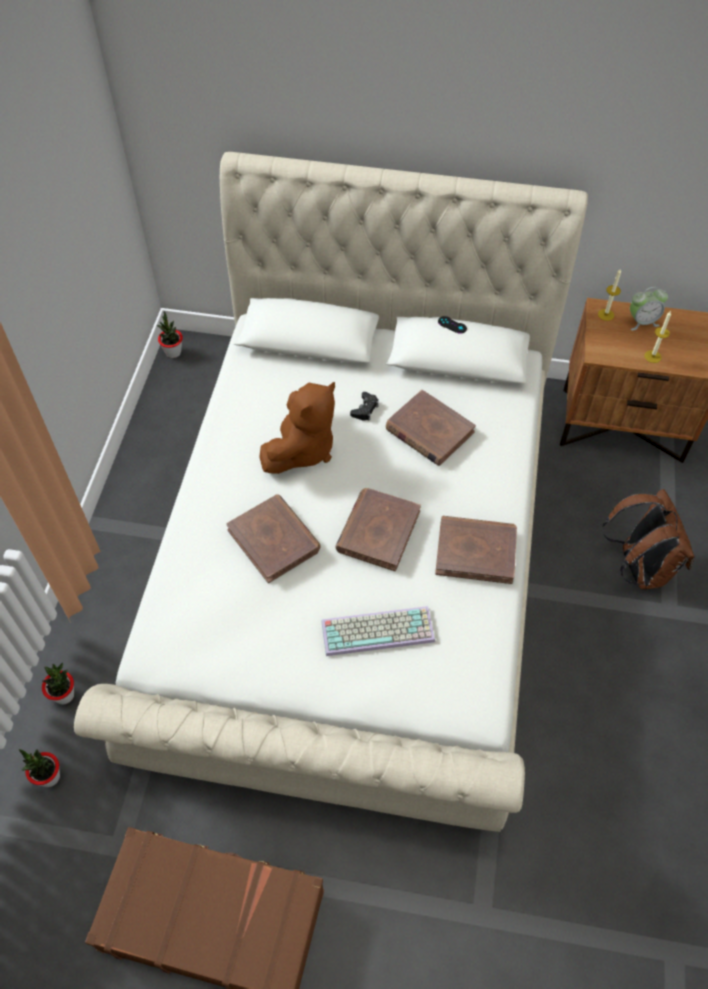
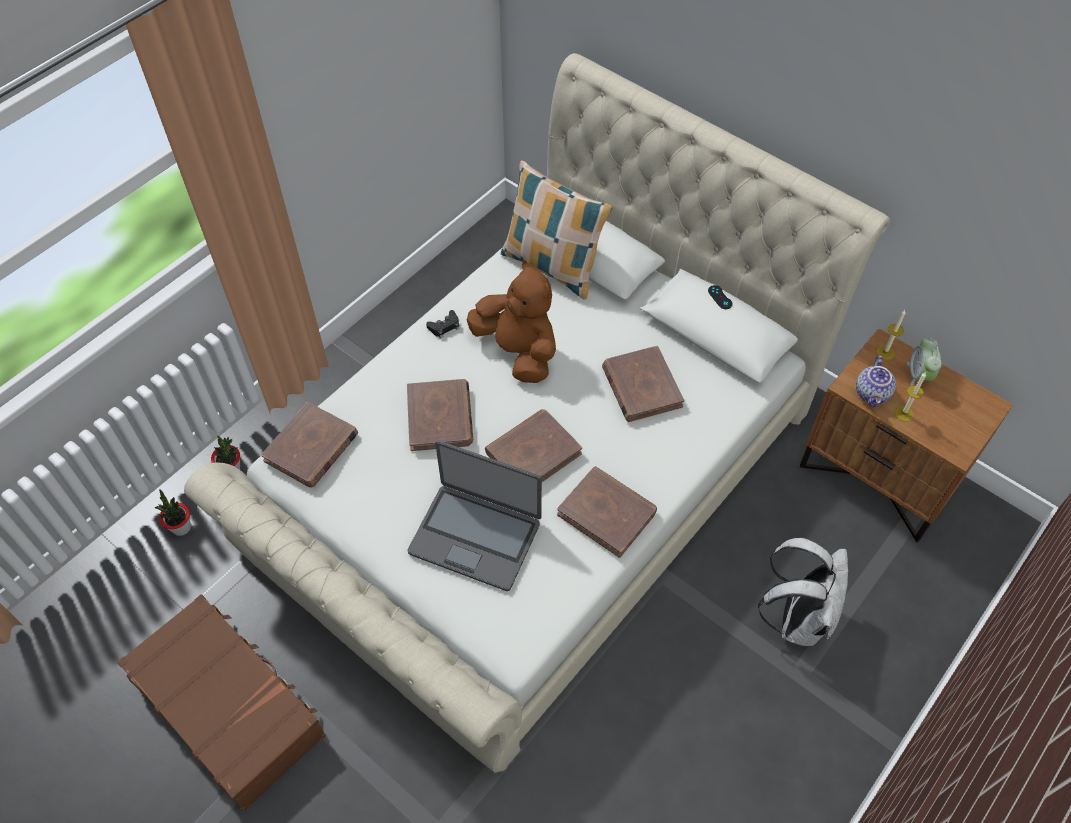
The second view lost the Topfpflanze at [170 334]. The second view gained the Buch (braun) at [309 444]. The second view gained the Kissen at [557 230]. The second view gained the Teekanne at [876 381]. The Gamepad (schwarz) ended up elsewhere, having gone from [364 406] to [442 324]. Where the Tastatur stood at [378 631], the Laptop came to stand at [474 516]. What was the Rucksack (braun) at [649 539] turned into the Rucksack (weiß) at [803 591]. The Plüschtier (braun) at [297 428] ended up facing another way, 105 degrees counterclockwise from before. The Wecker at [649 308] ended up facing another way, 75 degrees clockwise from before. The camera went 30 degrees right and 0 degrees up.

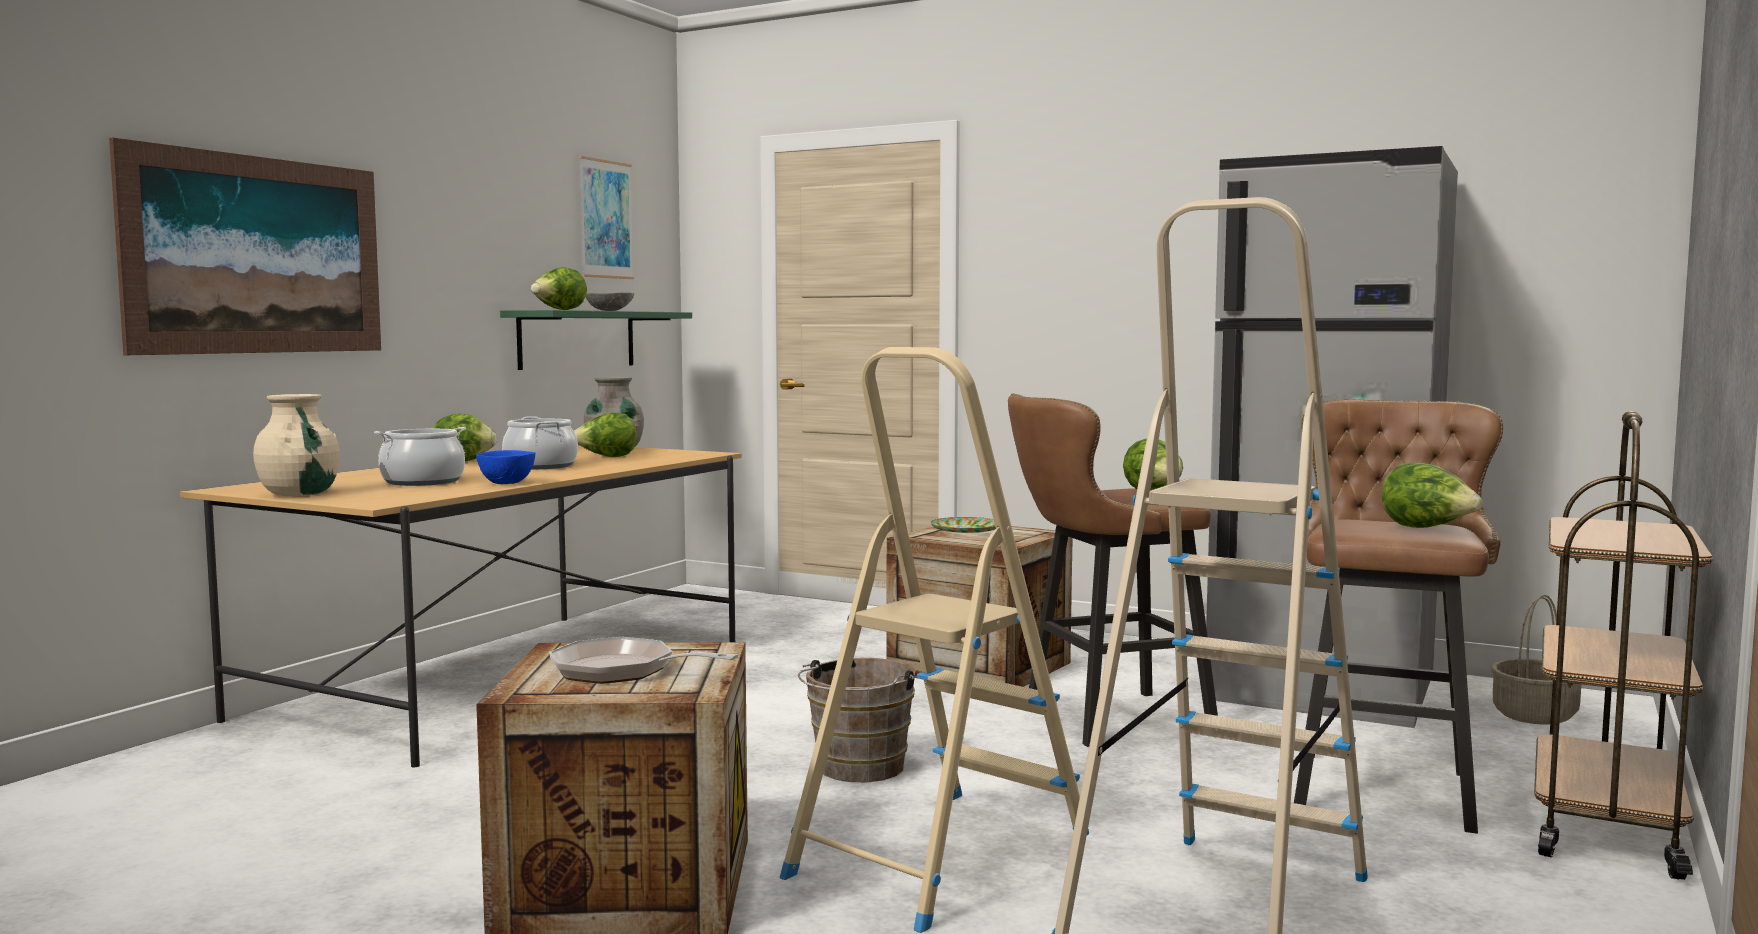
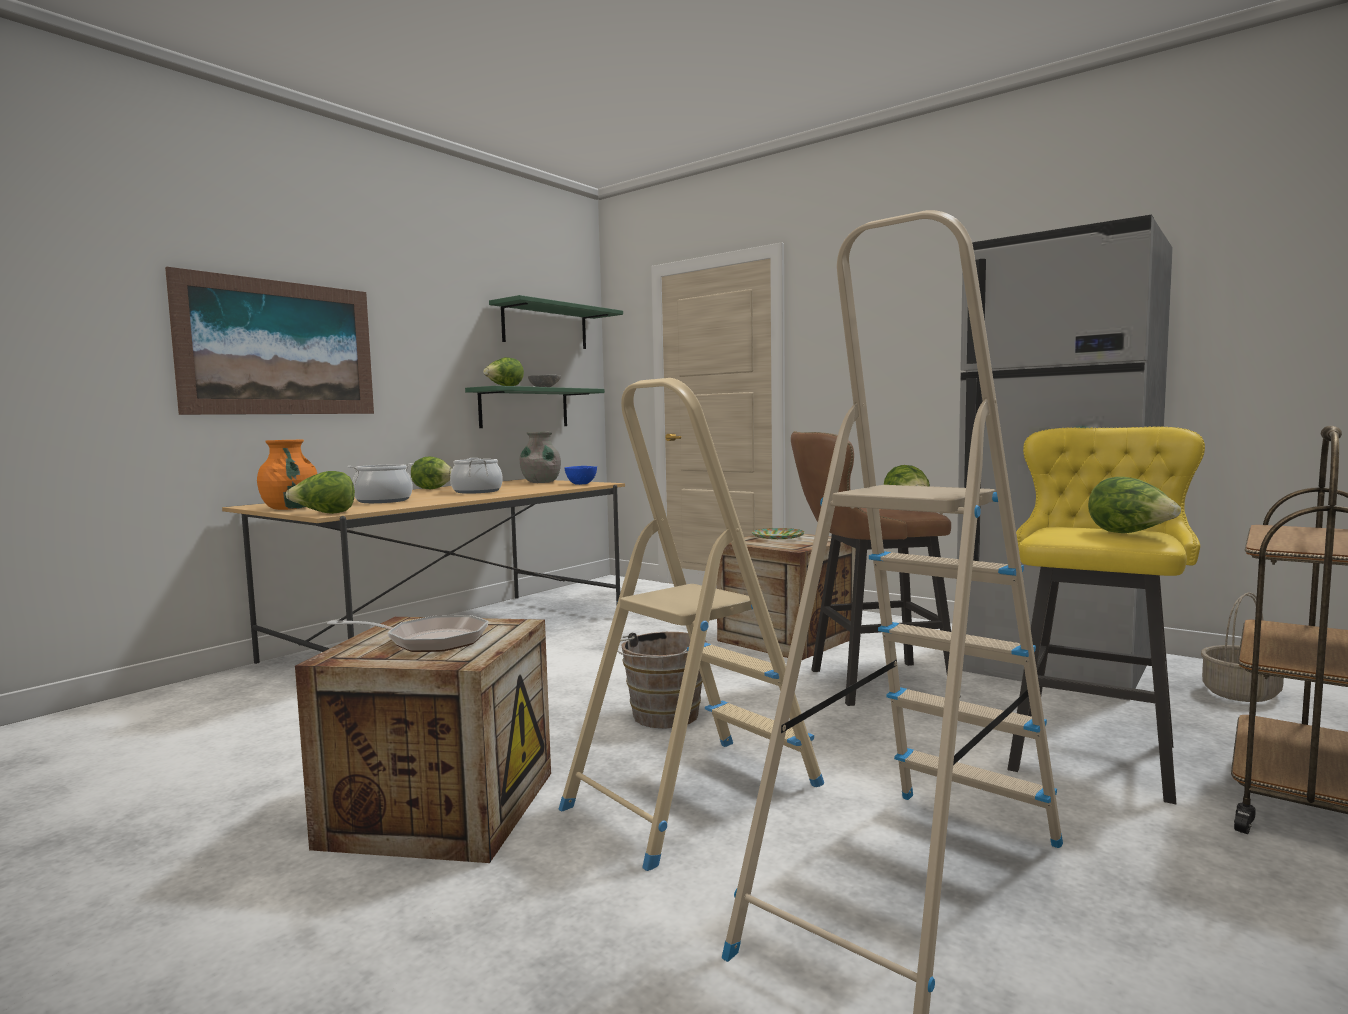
The Schüssel (blau) ended up elsewhere, having gone from [506 467] to [581 475]. The Salatkopf ended up elsewhere, having gone from [605 434] to [320 492]. Where the Bild hung at [606 217], the Wandregal (grün) came to hang at [556 322]. What was the Vase (beige) at [296 445] turned into the Vase (orange) at [287 475]. What was the Hocker (braun) at [1398 616] turned into the Hocker (gelb) at [1106 615]. The Pfanne at [643 660] ended up facing another way, 150 degrees clockwise from before. The camera went 10 degrees right and 0 degrees up.

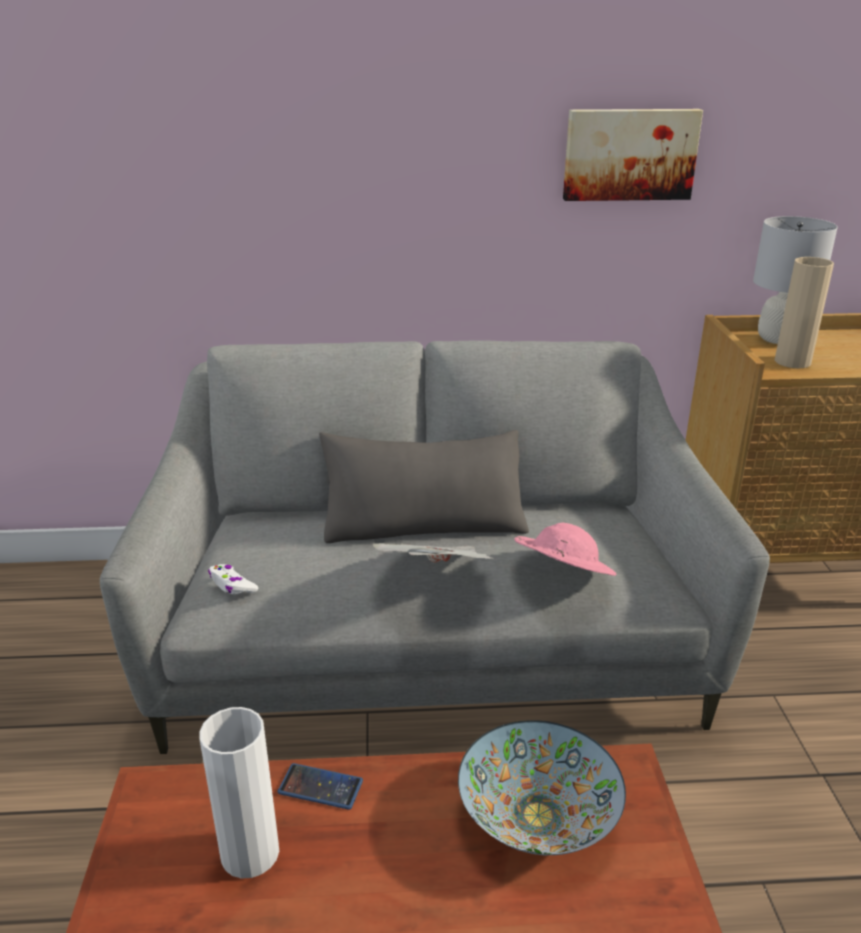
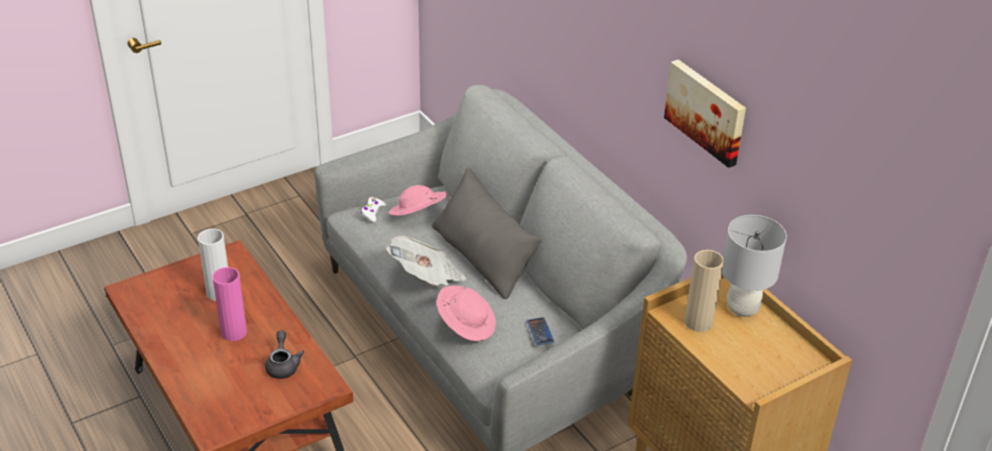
The second view gained the Vase (rosa) at [229 304]. The second view gained the Hut (rosa) at [418 200]. The Handy ended up elsewhere, having gone from [320 786] to [540 331]. Where the Schüssel stood at [542 787], the Teekanne (grau) came to stand at [284 354]. The camera went 60 degrees right and 10 degrees up.

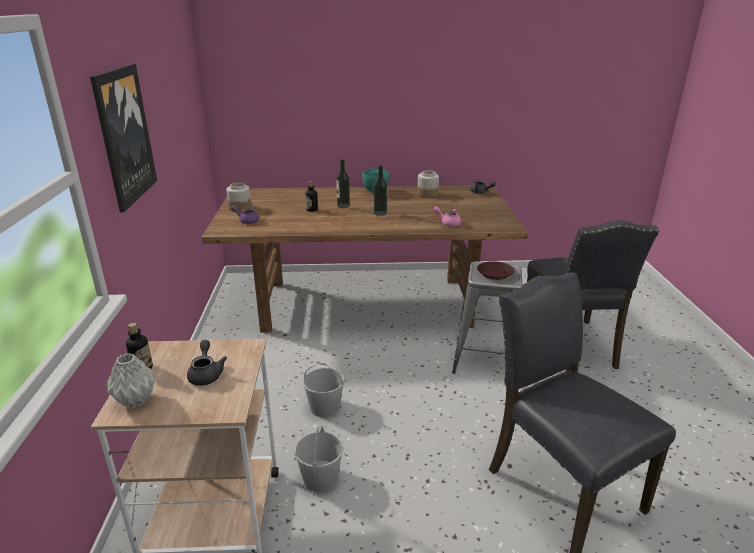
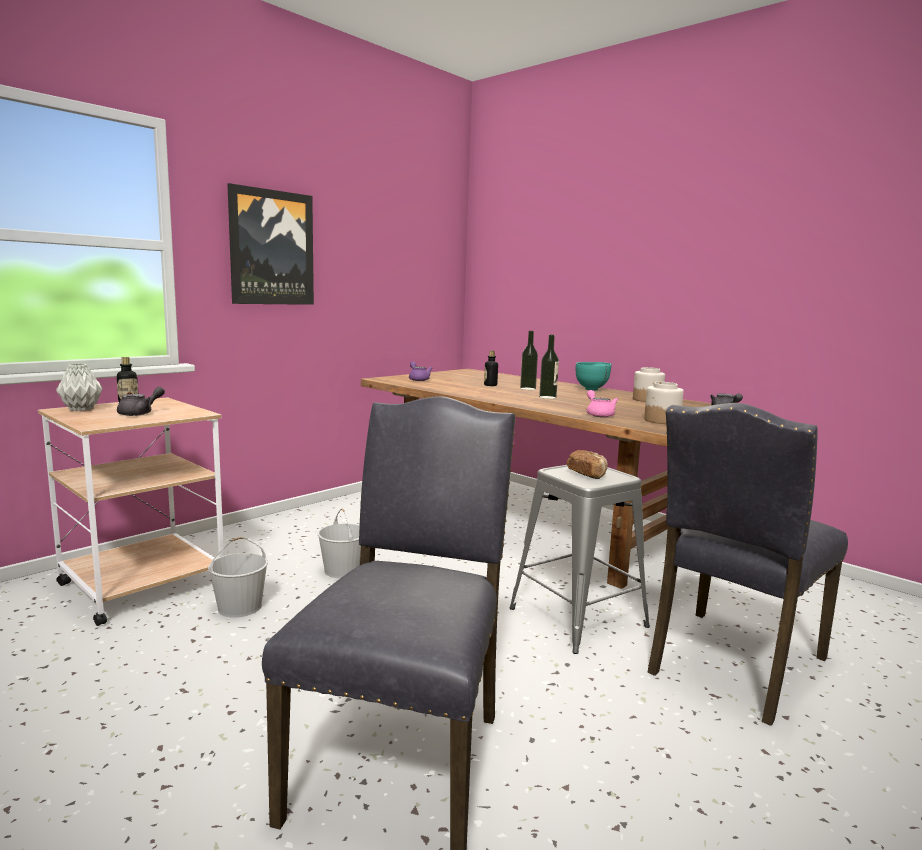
The Vorratsglas ended up elsewhere, having gone from [238 197] to [664 403]. Where the Teller (braun) stood at [496 270], the Brot came to stand at [587 464]. The camera went 45 degrees right and 15 degrees down.

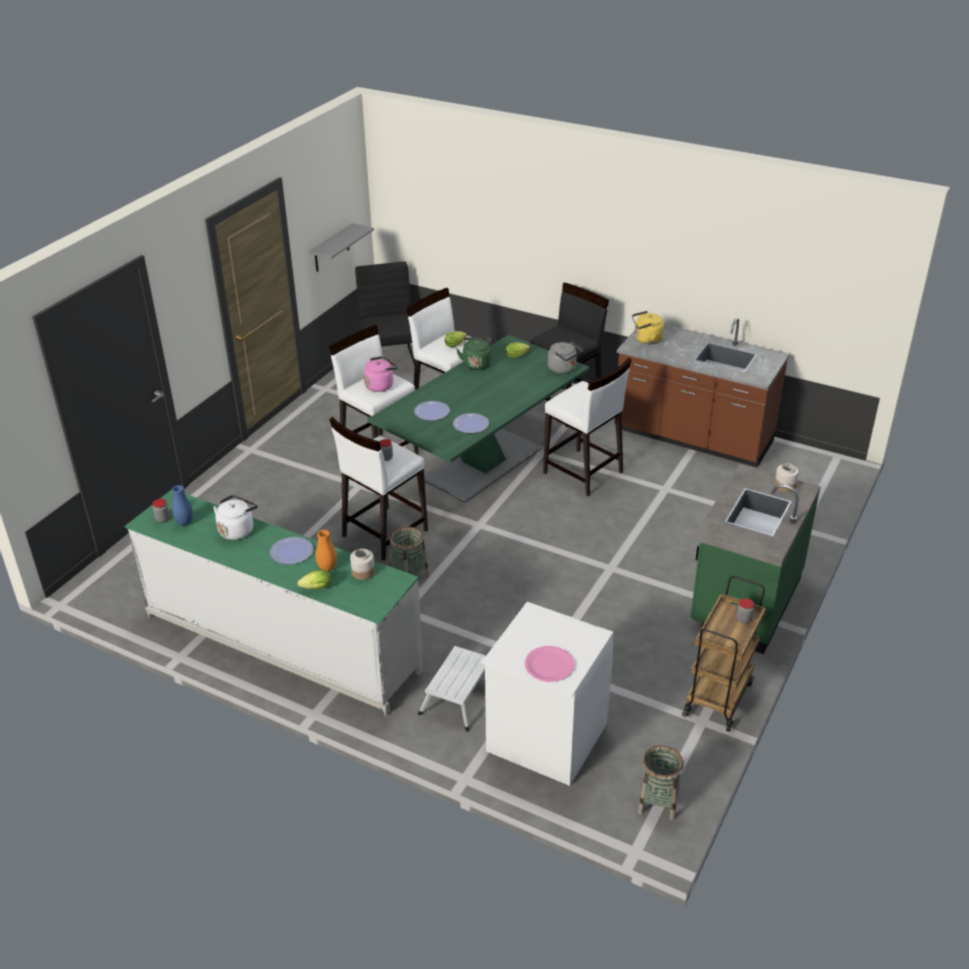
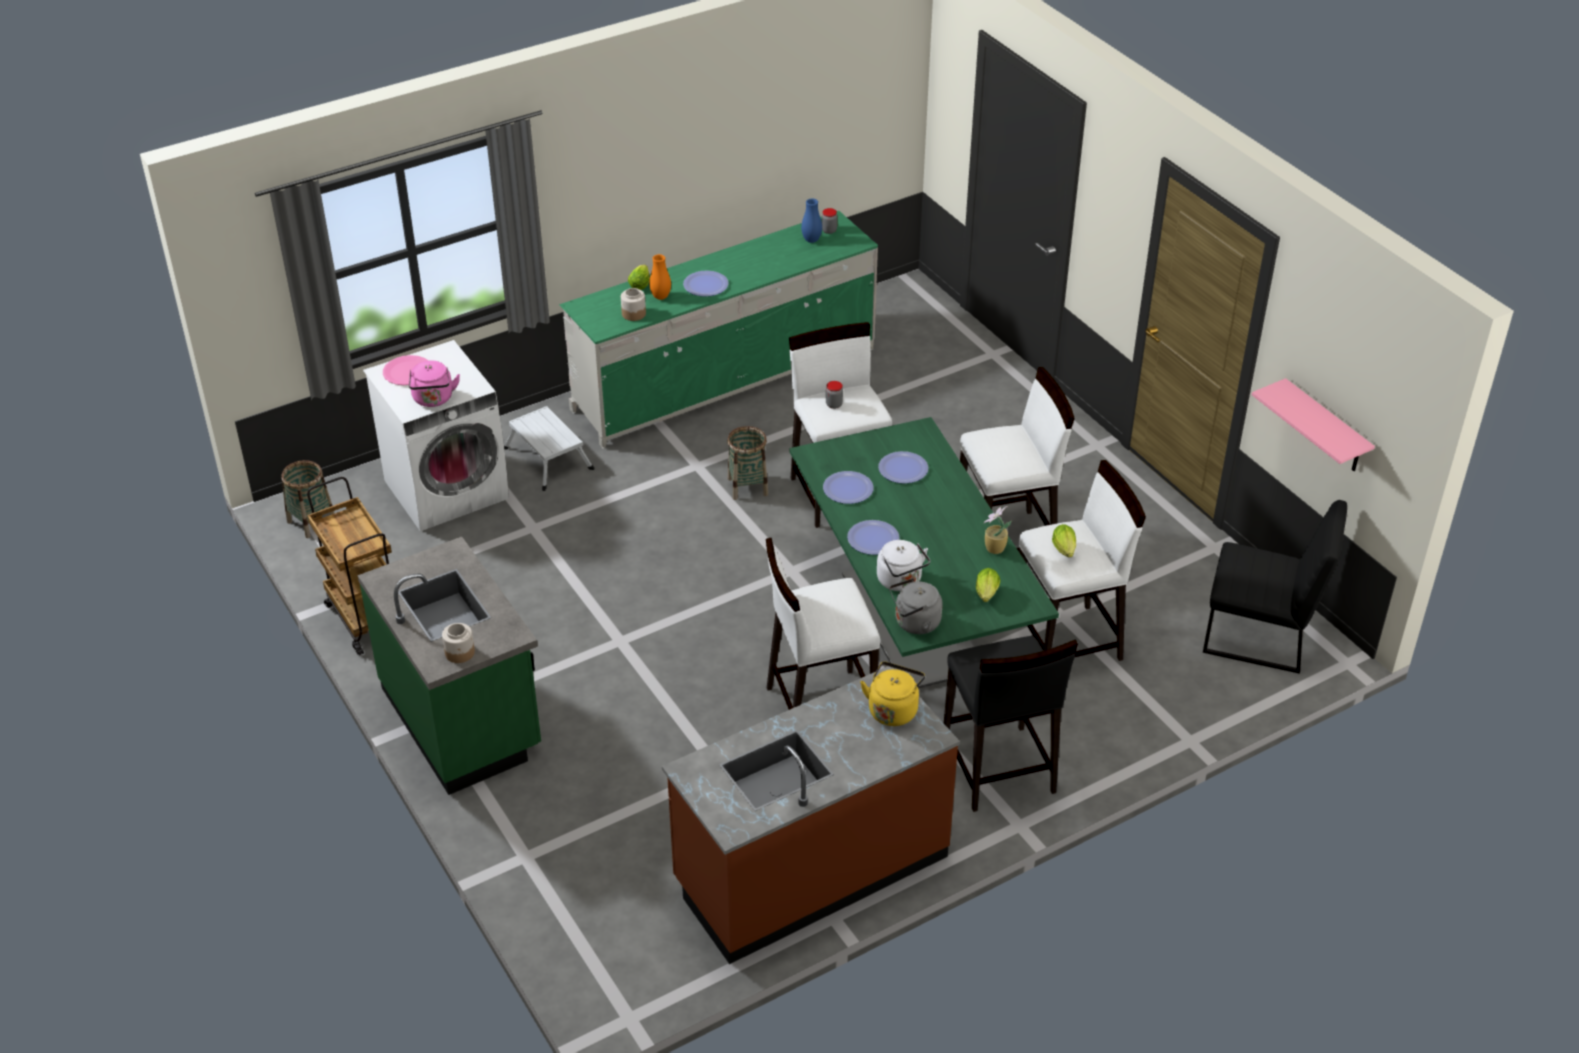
The second view lost the Vorratsglas at [745 611]. The second view gained the Teller at [873 537]. The Wasserkessel (weiß) ended up elsewhere, having gone from [235 517] to [903 565]. The Wasserkessel (rosa) ended up elsewhere, having gone from [381 374] to [434 383]. Where the Wasserkessel (grün) stood at [473 354], the Topfpflanze came to stand at [997 530]. What was the Wandregal (grau) at [341 247] turned into the Wandregal (rosa) at [1313 424]. The camera went 120 degrees right and 5 degrees up.

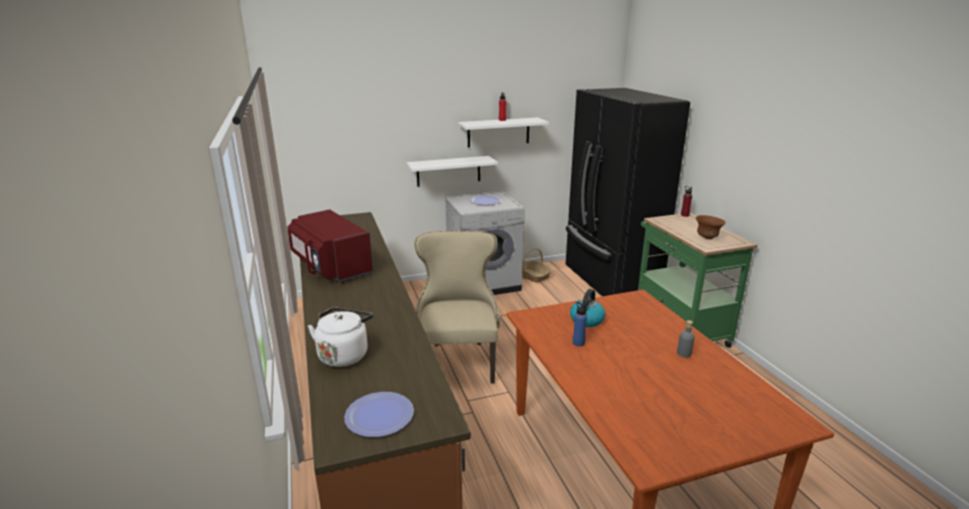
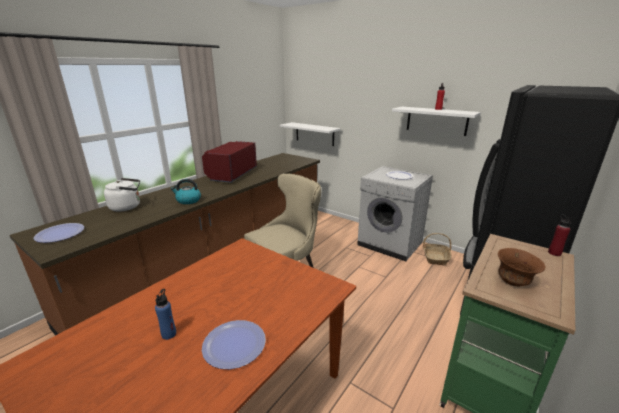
The Wandregal (weiß) ended up elsewhere, having gone from [452 171] to [310 134]. The Wasserkessel ended up elsewhere, having gone from [588 308] to [186 191]. The Flasche (blau) ended up elsewhere, having gone from [580 324] to [165 314]. Where the Flasche (grau) stood at [686 339], the Teller came to stand at [234 344]. The camera went 55 degrees right and 0 degrees up.

